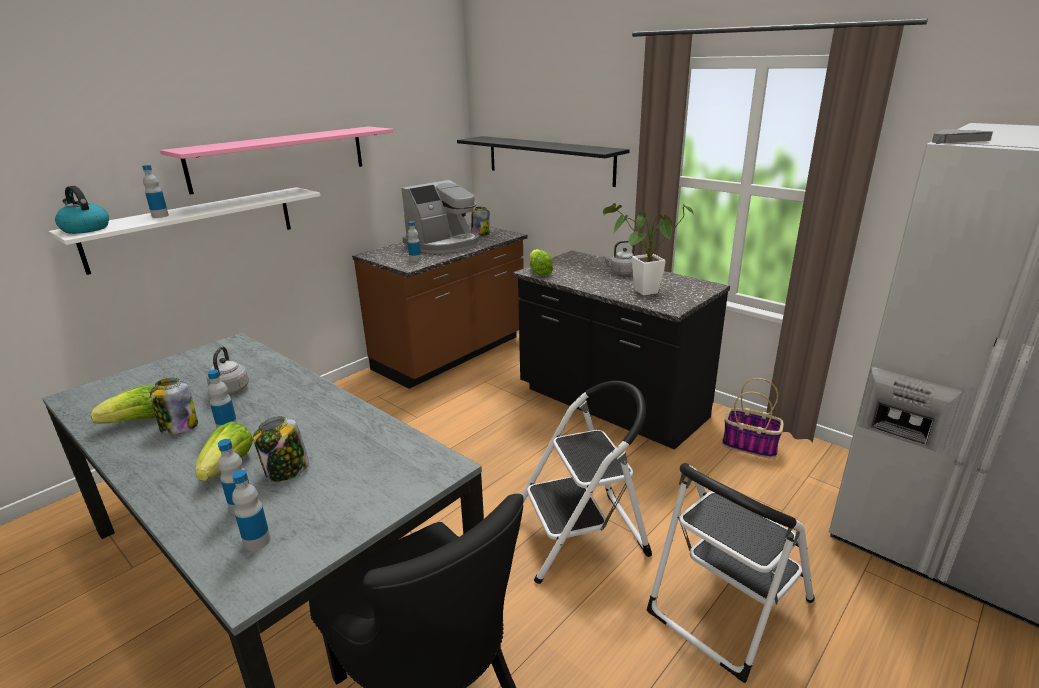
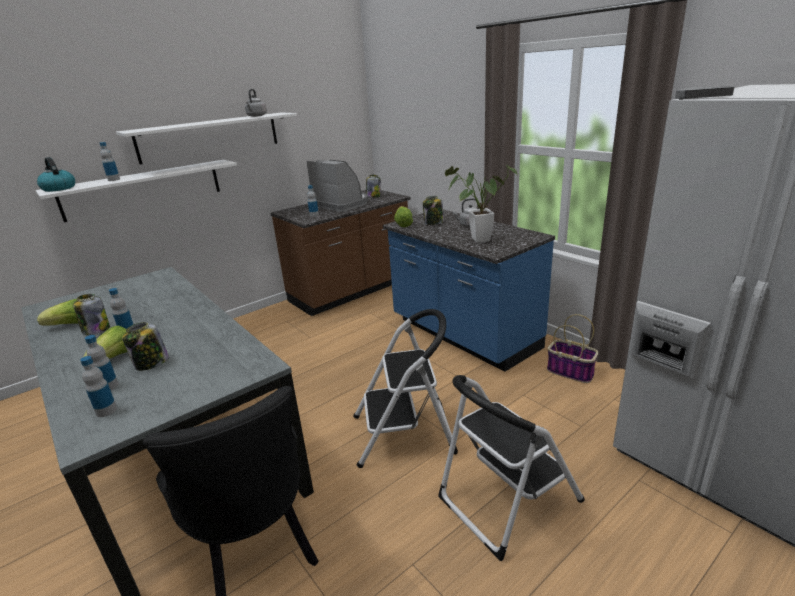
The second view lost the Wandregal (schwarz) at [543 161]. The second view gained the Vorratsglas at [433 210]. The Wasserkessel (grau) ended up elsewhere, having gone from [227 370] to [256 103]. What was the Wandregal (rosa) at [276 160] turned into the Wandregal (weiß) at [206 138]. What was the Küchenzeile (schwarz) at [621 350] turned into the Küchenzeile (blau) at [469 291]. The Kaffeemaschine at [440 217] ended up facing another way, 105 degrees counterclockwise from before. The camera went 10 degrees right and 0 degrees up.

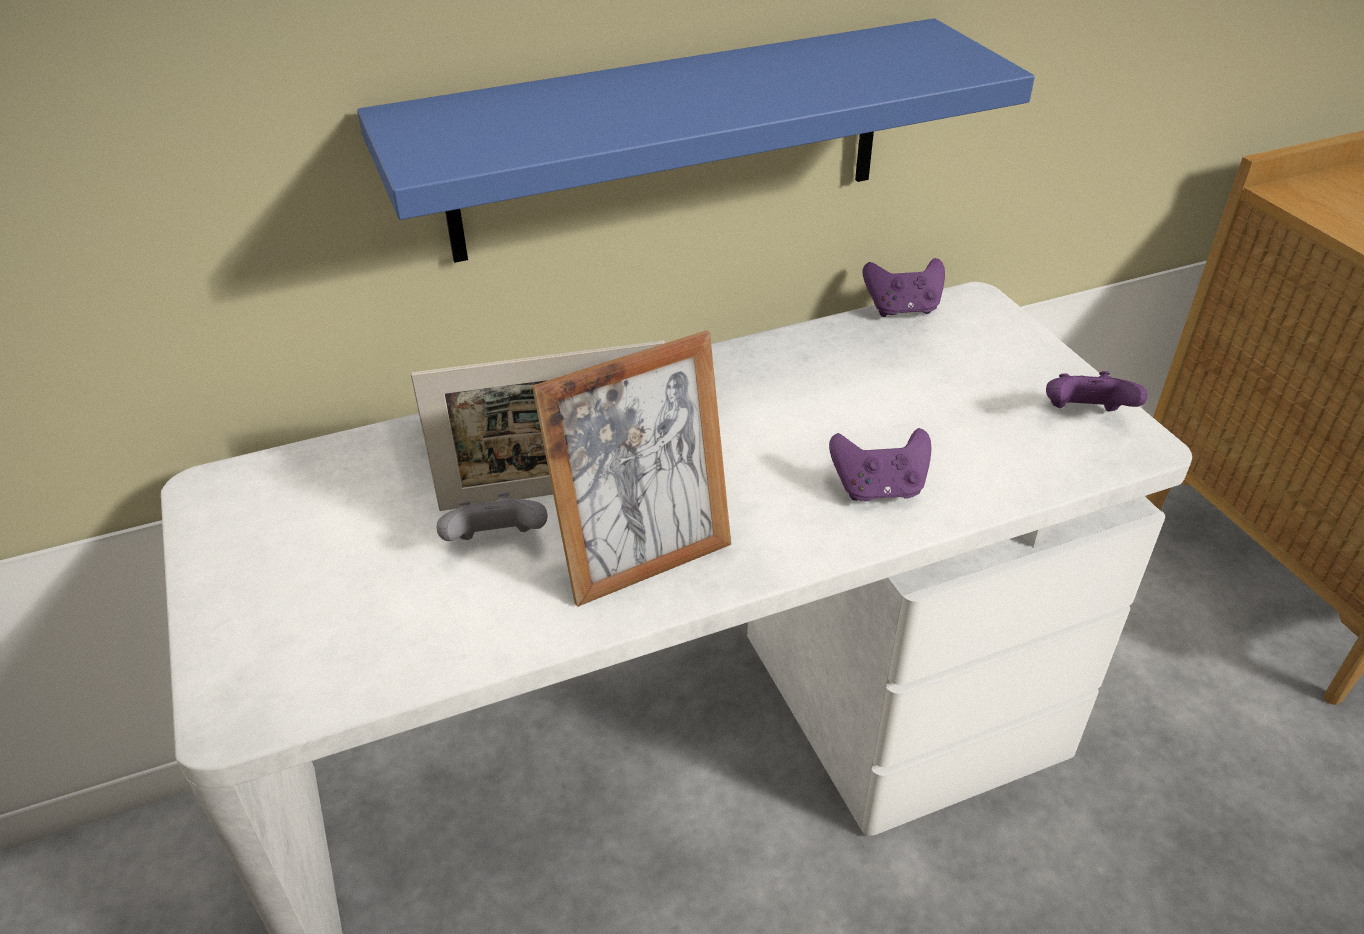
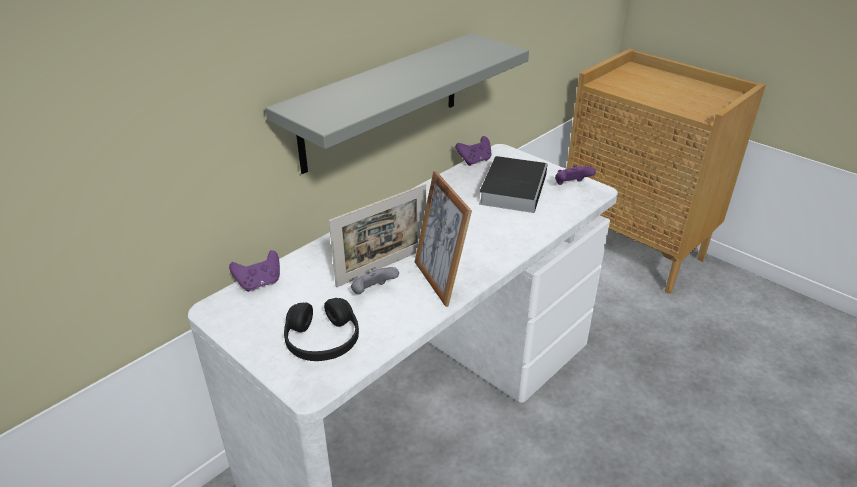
The second view gained the Kopfhörer (schwarz) at [321 329]. The second view gained the Buch at [513 184]. The Gamepad (lila) ended up elsewhere, having gone from [880 464] to [254 271]. What was the Wandregal (blau) at [696 140] turned into the Wandregal (grau) at [397 103]. The Bilderrahmen at [631 468] ended up facing another way, 120 degrees clockwise from before. The camera went 25 degrees left and 5 degrees down.

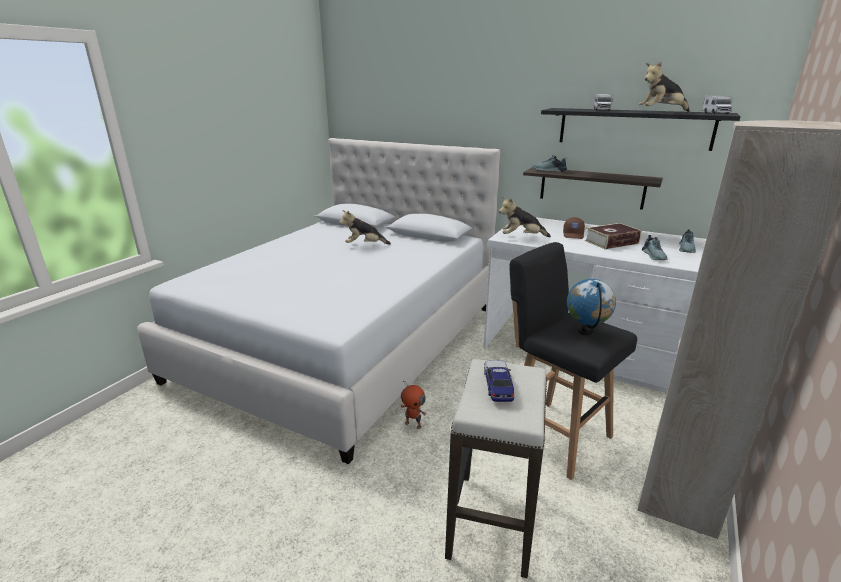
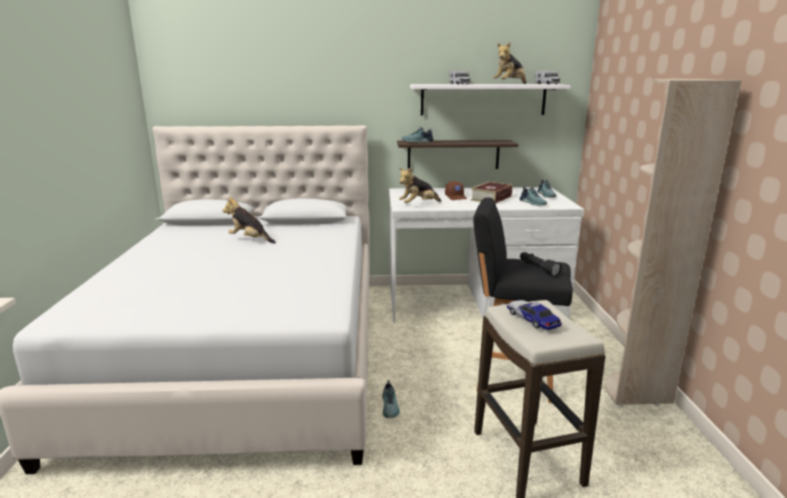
Where the Spielzeugroboter stood at [414 404], the Schuh came to stand at [391 399]. Where the Globus stood at [591 307], the Taschenlampe (schwarz) came to stand at [541 264]. What was the Wandregal (schwarz) at [641 129] turned into the Wandregal (weiß) at [490 99]. The Plüschtier at [365 227] ended up facing another way, 60 degrees clockwise from before. The camera went 30 degrees left and 5 degrees down.

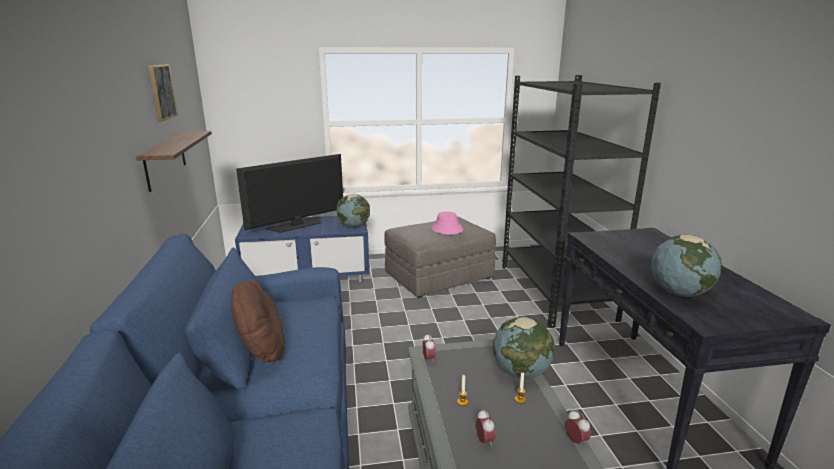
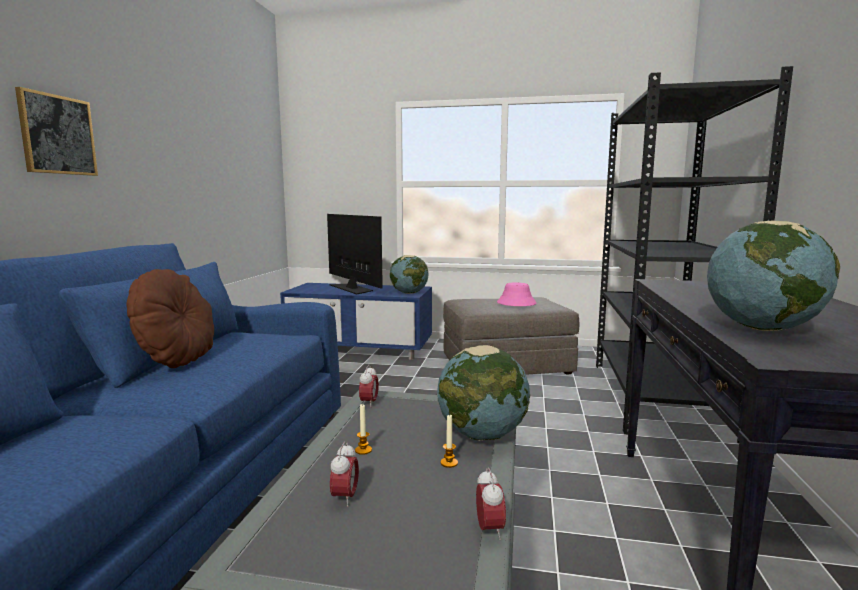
The second view lost the Wandregal at [174 161]. The Bild ended up elsewhere, having gone from [163 93] to [56 131]. The Fernseher at [289 193] ended up facing another way, 105 degrees counterclockwise from before. The camera went 20 degrees right and 10 degrees down.

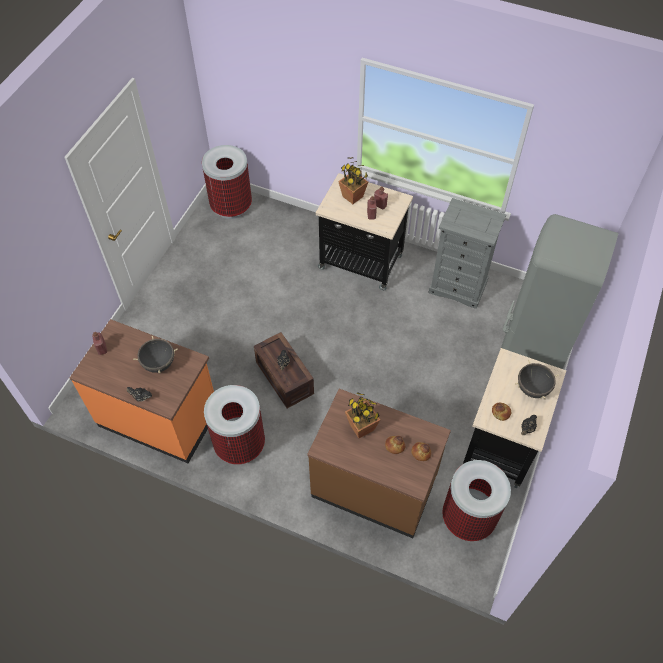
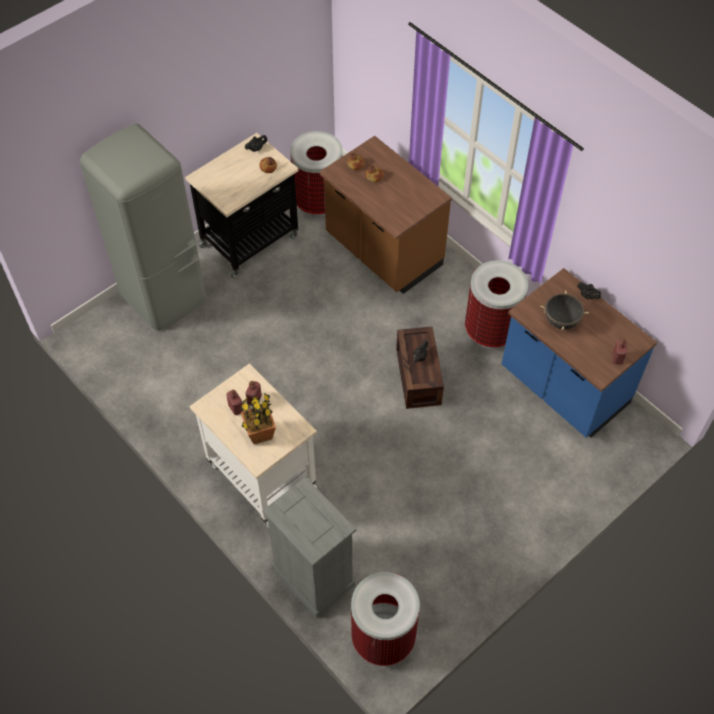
The second view lost the Topfpflanze at [362 415]. The second view lost the Kochtopf (schwarz) at [537 379]. The Kommode (grau) ended up elsewhere, having gone from [467 253] to [309 547]. What was the Küchenzeile (orange) at [142 391] turned into the Küchenzeile (blau) at [579 353]. What was the Rollwagen (schwarz) at [364 232] turned into the Rollwagen (weiß) at [253 445]. The camera went 155 degrees left and 0 degrees up.

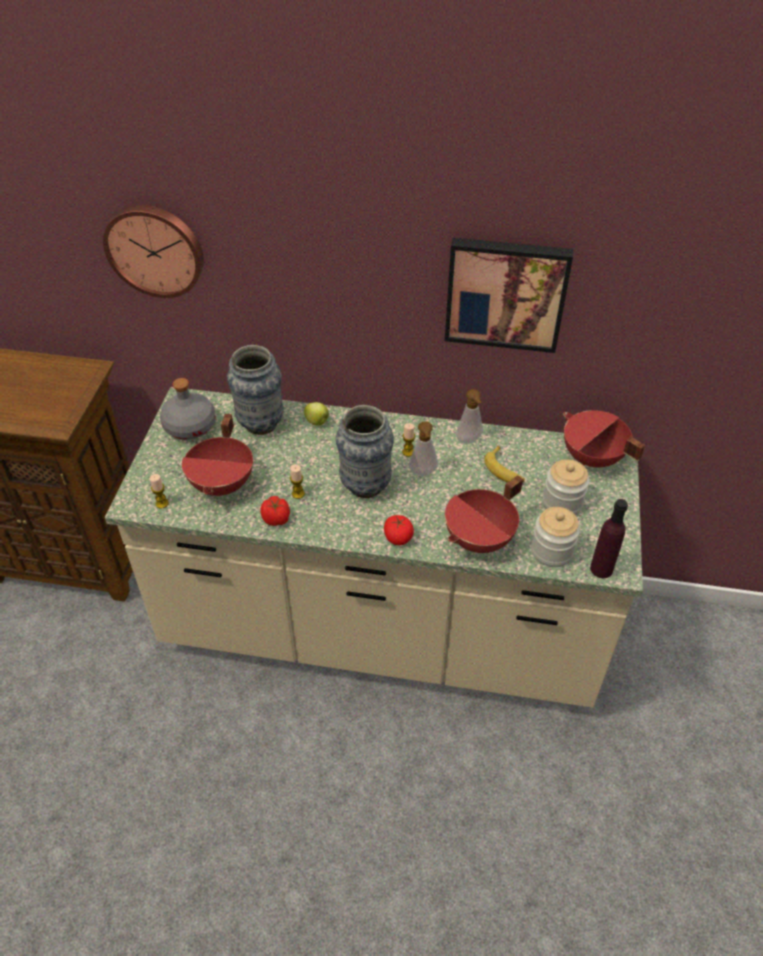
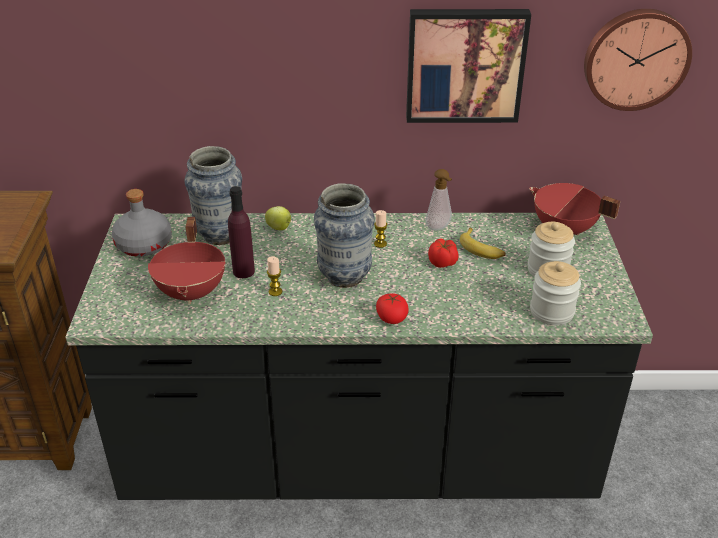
The second view lost the Kerze at [159 491]. The second view lost the Seifenspender at [423 448]. The second view lost the Kochtopf (rot) at [484 514]. The Wanduhr ended up elsewhere, having gone from [153 251] to [638 60]. The Tomate ended up elsewhere, having gone from [275 511] to [443 253]. The Flasche (lila) ended up elsewhere, having gone from [609 538] to [241 232]. What was the Küchenzeile (beige) at [374 547] turned into the Küchenzeile (schwarz) at [359 356]. The camera went 10 degrees left and 10 degrees down.

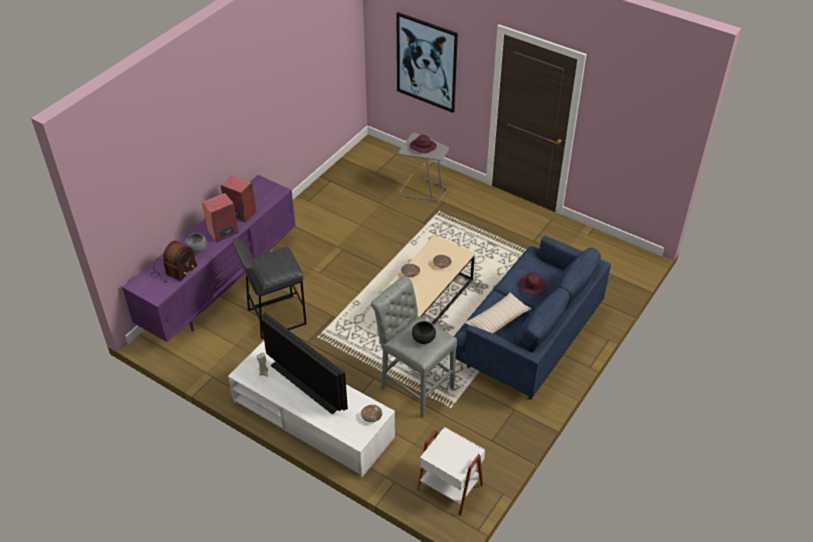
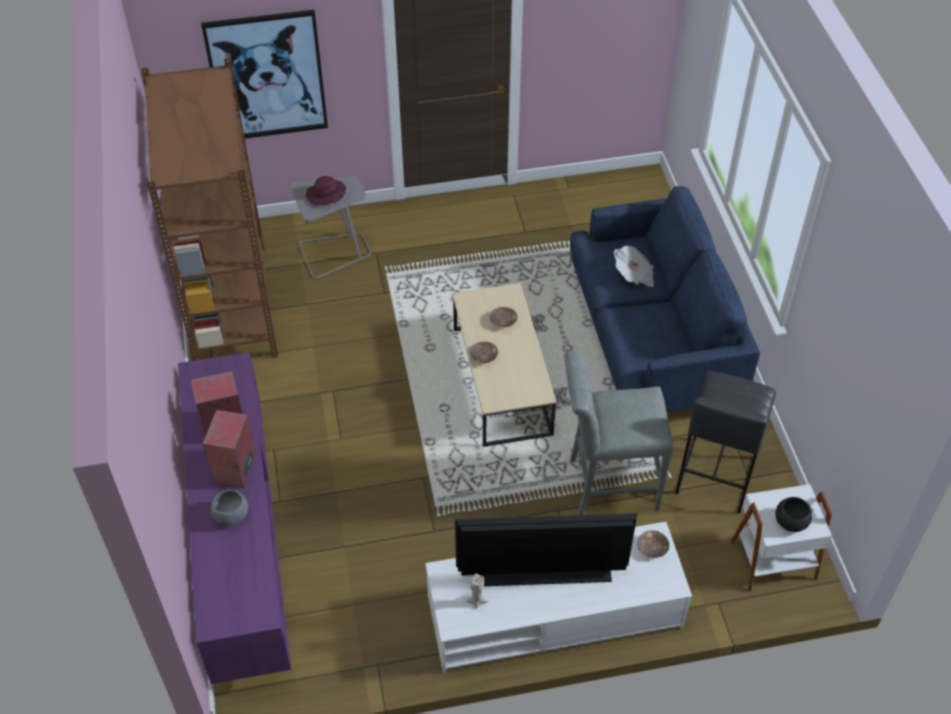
The second view lost the Radio at [174 262]. The second view lost the Kissen (beige) at [498 313]. The second view gained the Bücherregal (braun) at [209 209]. The Hocker (grau) ended up elsewhere, having gone from [269 288] to [725 442]. The Schüssel (schwarz) ended up elsewhere, having gone from [424 332] to [793 514]. Where the Hut (lila) stood at [533 284], the Zeitung came to stand at [634 266]. The camera went 45 degrees left and 5 degrees up.

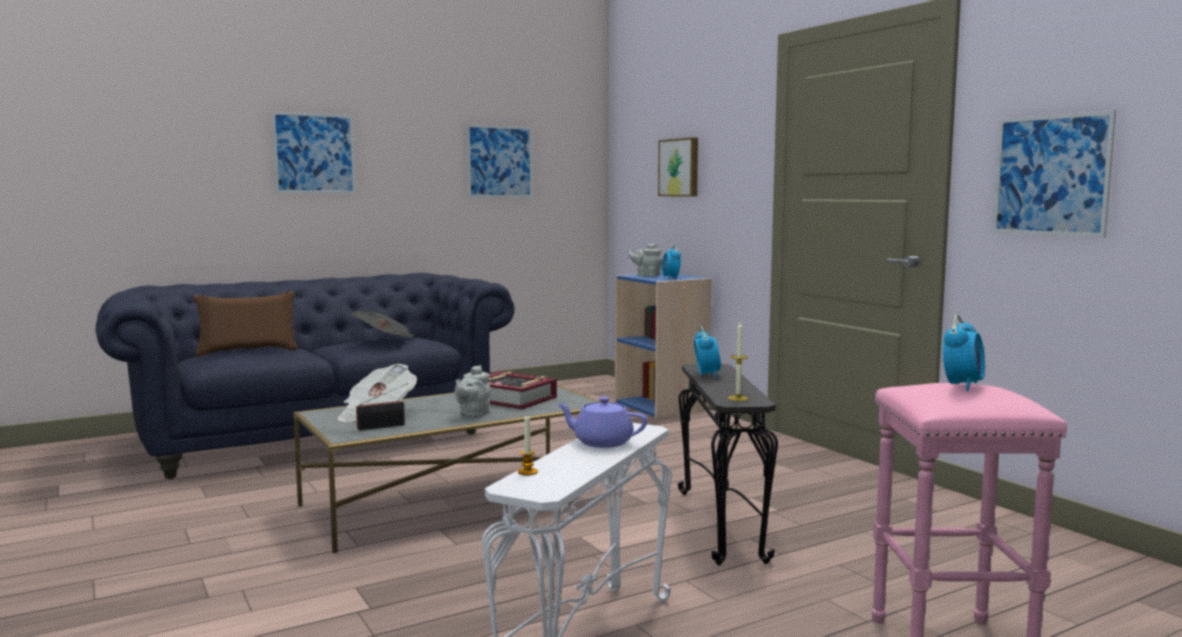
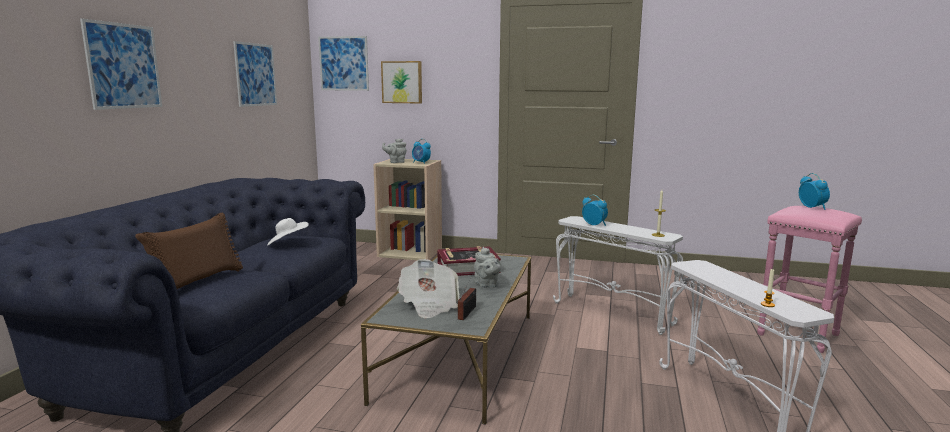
The second view lost the Teekanne (lila) at [602 422]. The Bild ended up elsewhere, having gone from [1054 173] to [343 63]. Where the Zeitung stood at [383 323], the Hut (weiß) came to stand at [288 231]. What was the Bücherregal (blau) at [663 345] turned into the Bücherregal (beige) at [407 209]. What was the Beistelltisch (schwarz) at [728 464] turned into the Beistelltisch (weiß) at [618 275]. The camera went 45 degrees left and 5 degrees up.

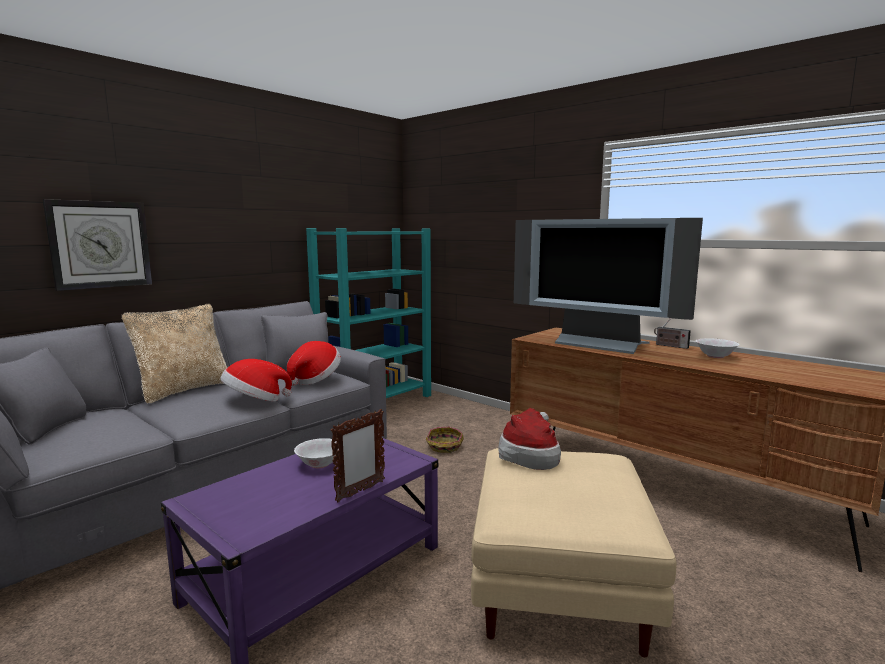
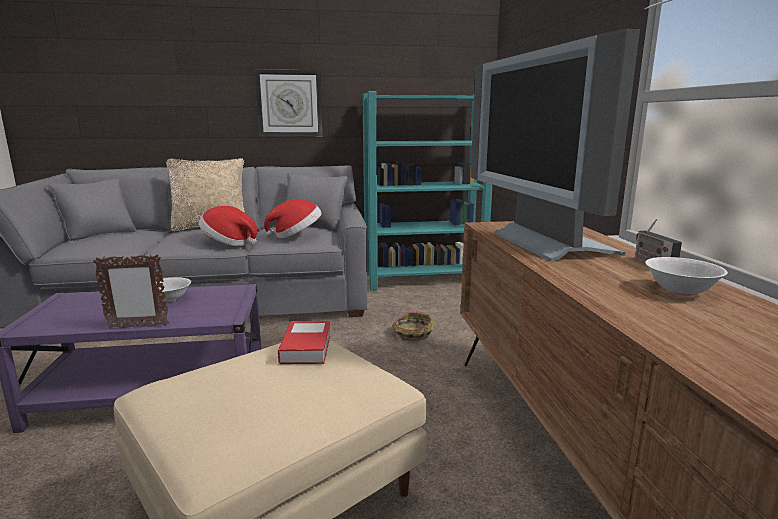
The Wanduhr ended up elsewhere, having gone from [97 245] to [288 103]. Where the Hut stood at [529 439], the Buch came to stand at [304 342]. The camera went 40 degrees right and 5 degrees up.

